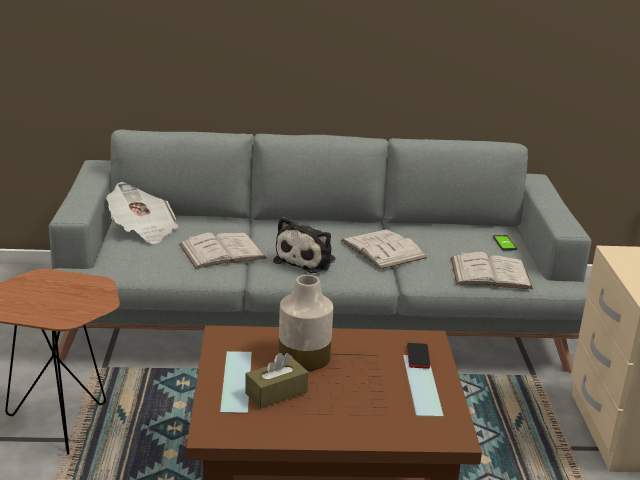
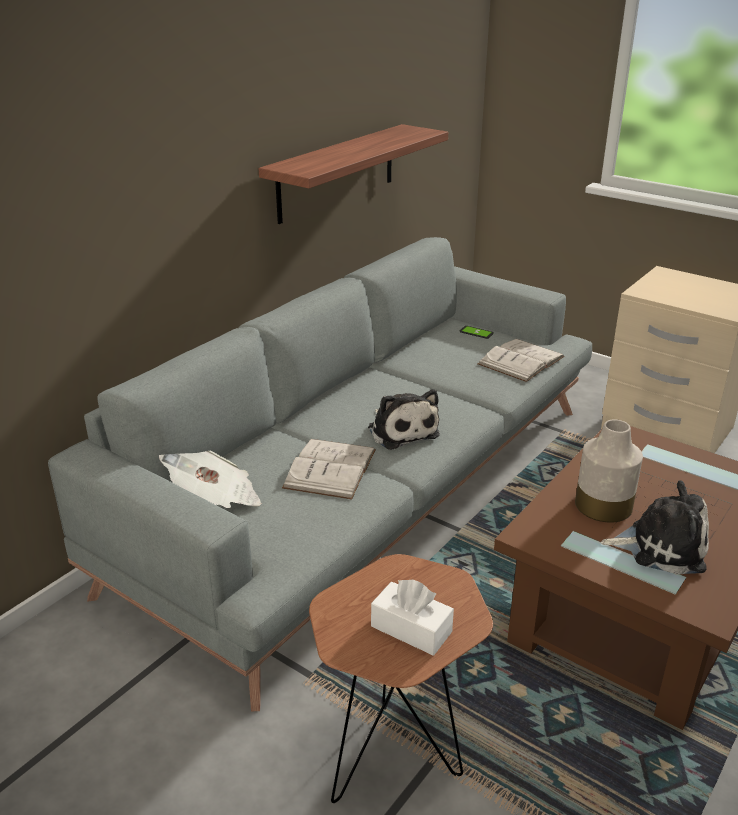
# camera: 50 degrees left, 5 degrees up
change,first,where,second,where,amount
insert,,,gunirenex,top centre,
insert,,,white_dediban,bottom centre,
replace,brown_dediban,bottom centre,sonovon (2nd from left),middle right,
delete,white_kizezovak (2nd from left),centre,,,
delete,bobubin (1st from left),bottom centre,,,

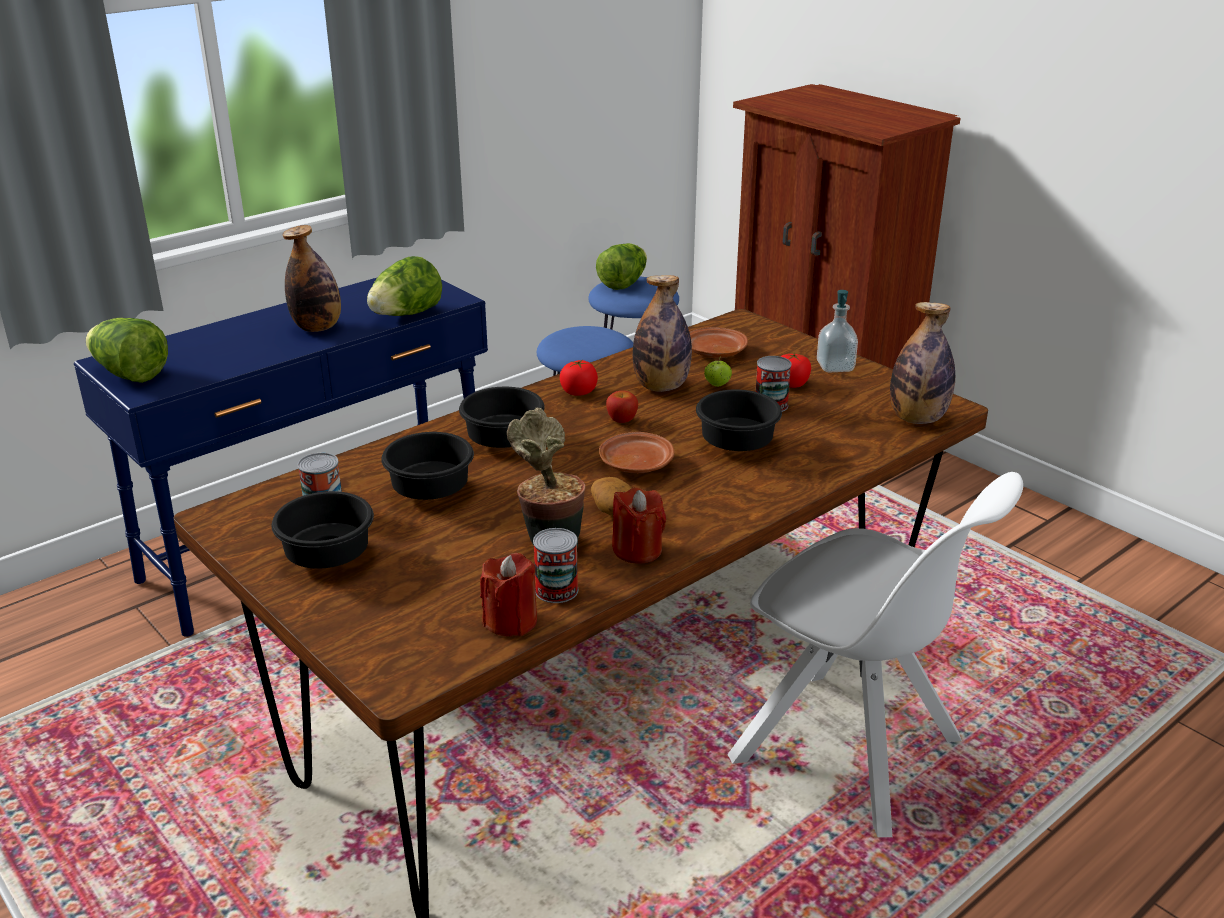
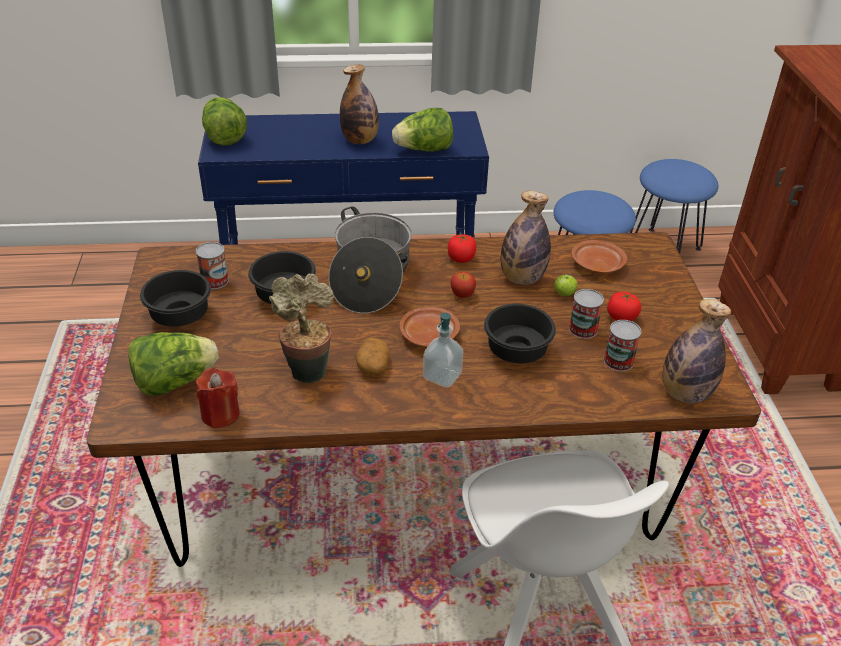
# camera: 35 degrees right, 10 degrees up
change,first,where,second,where,amount
move,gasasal (3rd from left in the first image),top centre,gasasal (1st from left),middle left,
replace,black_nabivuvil (3rd from left),centre,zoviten,centre,
move,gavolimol,middle right,,centre,
move,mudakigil (2nd from left in the first image),centre,mudakigil (3rd from left),middle right,
delete,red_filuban (2nd from left),centre,,,

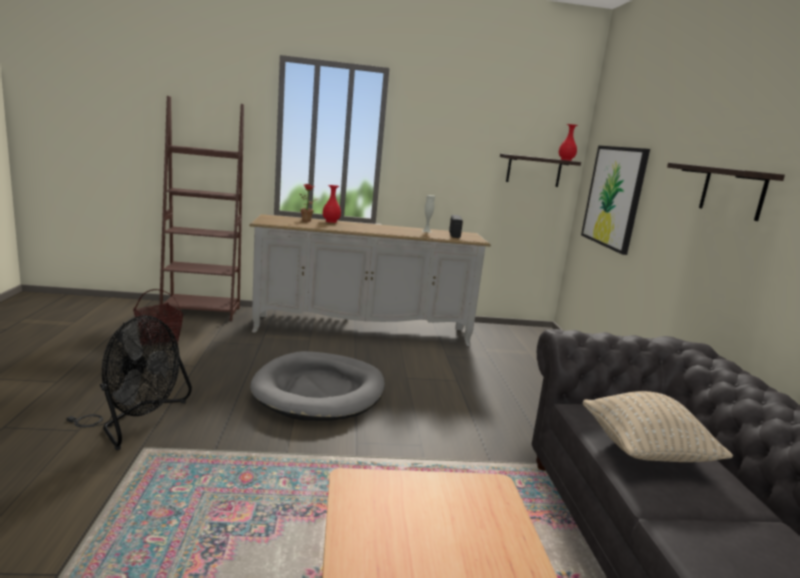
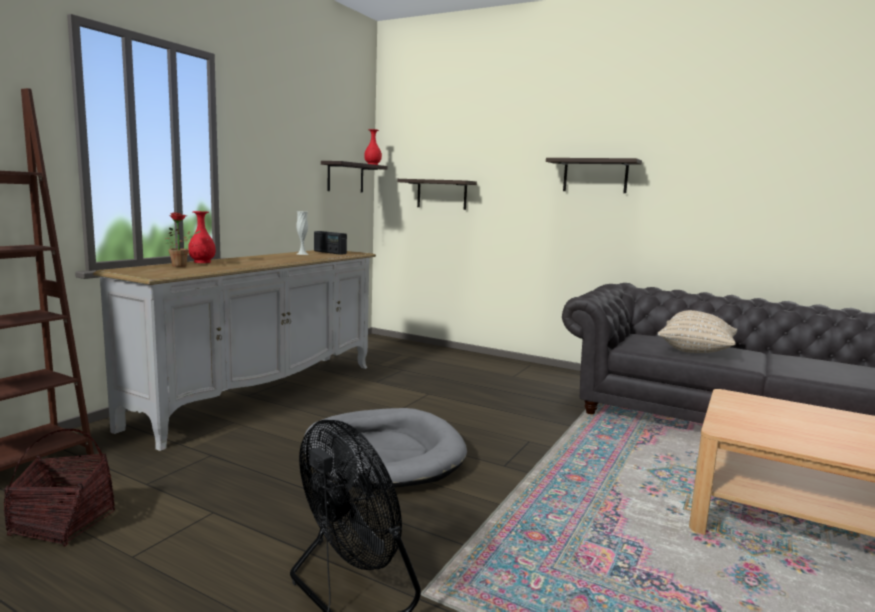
# camera: 55 degrees left, 5 degrees down
change,first,where,second,where,amount
replace,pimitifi,middle right,gunirenex (2nd from left),top centre,

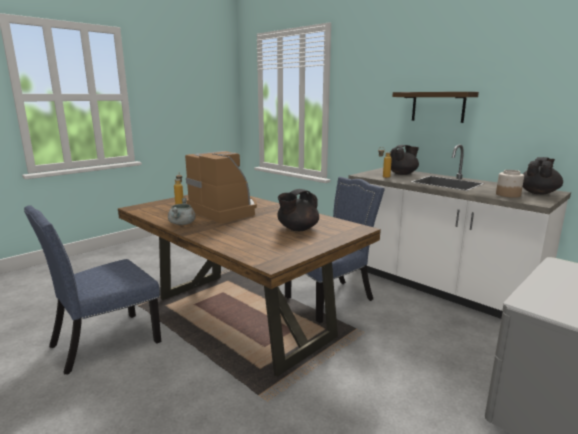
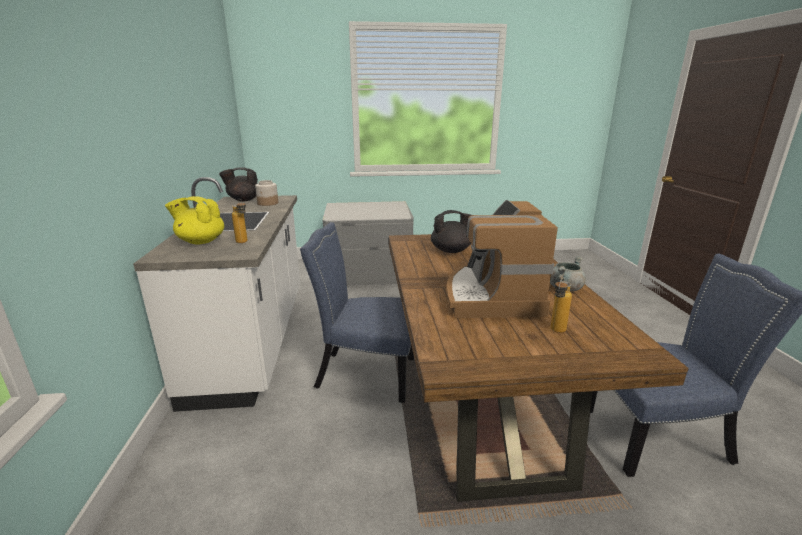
# camera: 140 degrees left, 5 degrees up
change,first,where,second,where,amount
recolor,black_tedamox (2nd from left),middle right,yellow_tedamox,middle left,
delete,gunirenex,top right,,,

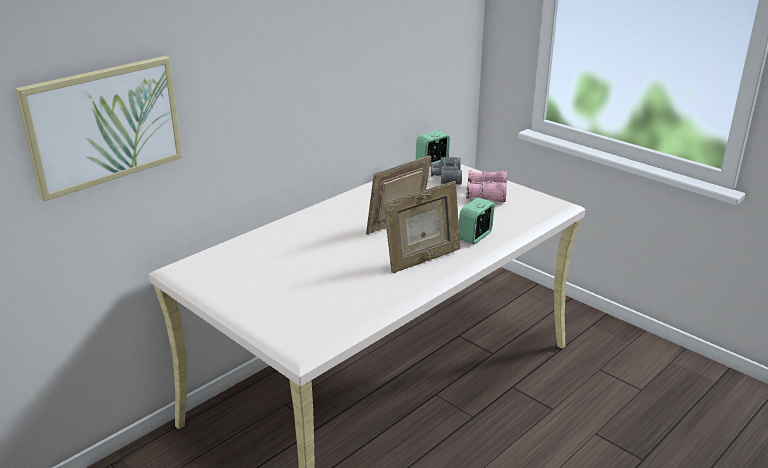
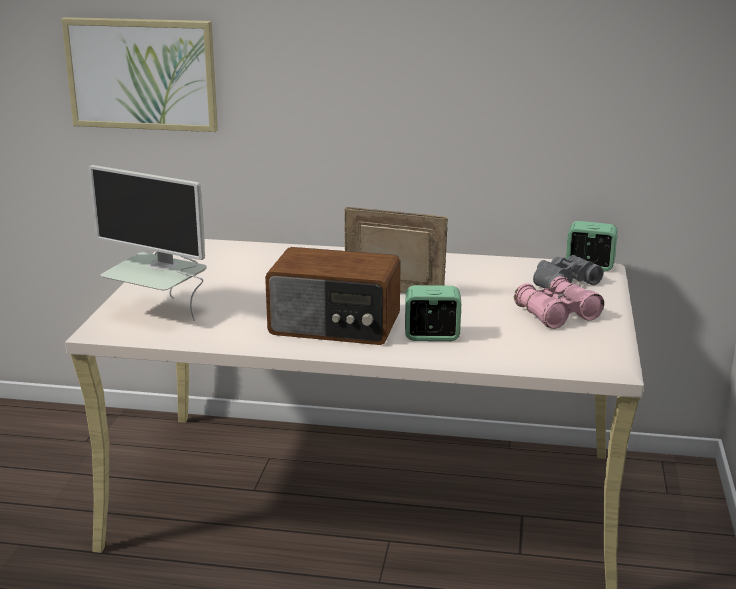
# camera: 55 degrees right, 5 degrees down
change,first,where,second,where,amount
insert,,,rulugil,middle left,
replace,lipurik (2nd from left),centre,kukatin,centre,

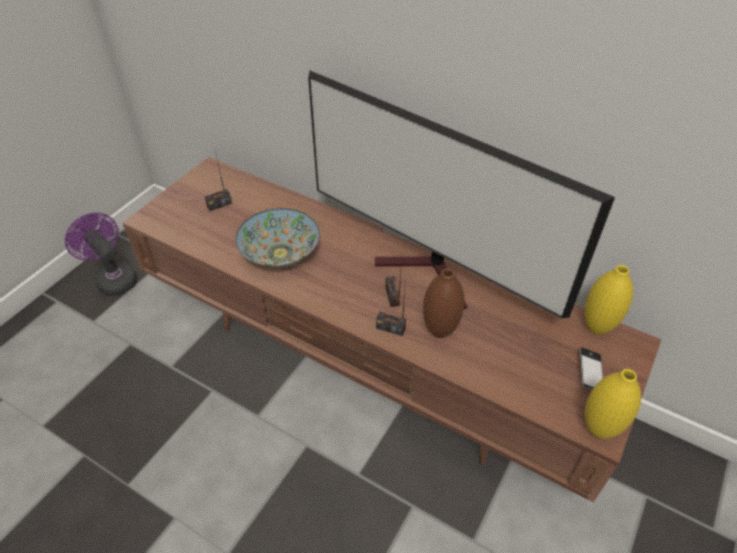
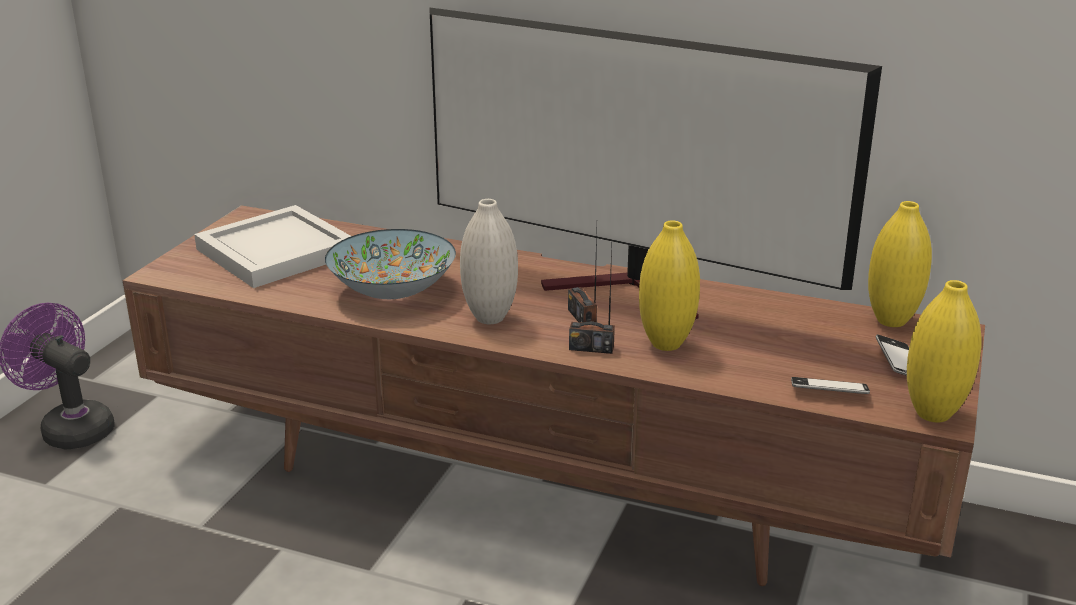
# camera: 10 degrees left, 20 degrees down
change,first,where,second,where,amount
replace,kukatin (1st from left),top left,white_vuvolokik,middle left,
insert,,,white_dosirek,centre,
recolor,brown_dosirek,centre,yellow_dosirek (1st from left),centre,
insert,,,bobubin (1st from left),middle right,

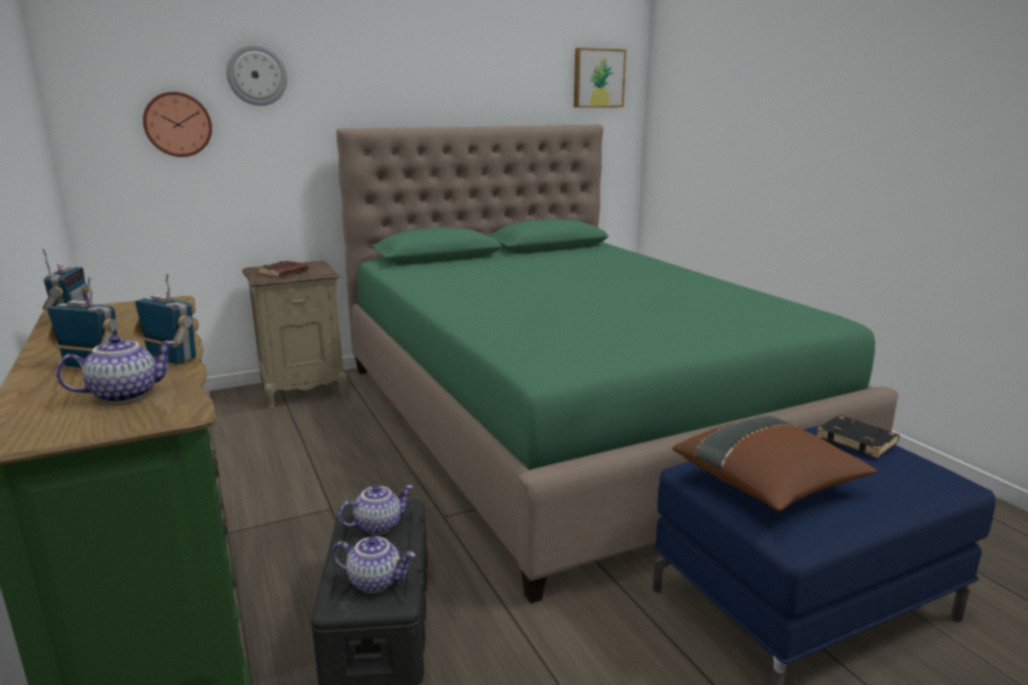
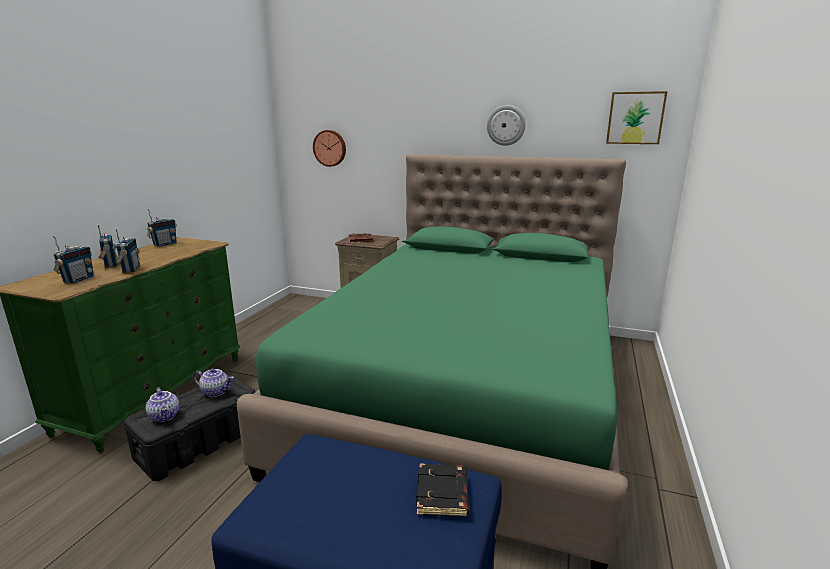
# camera: 45 degrees right, 0 degrees up
change,first,where,second,where,amount
replace,tedamox (1st from left),middle left,kukatin (1st from left),middle left,
move,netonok (2nd from left),top left,,top centre,
delete,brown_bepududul,bottom right,,,

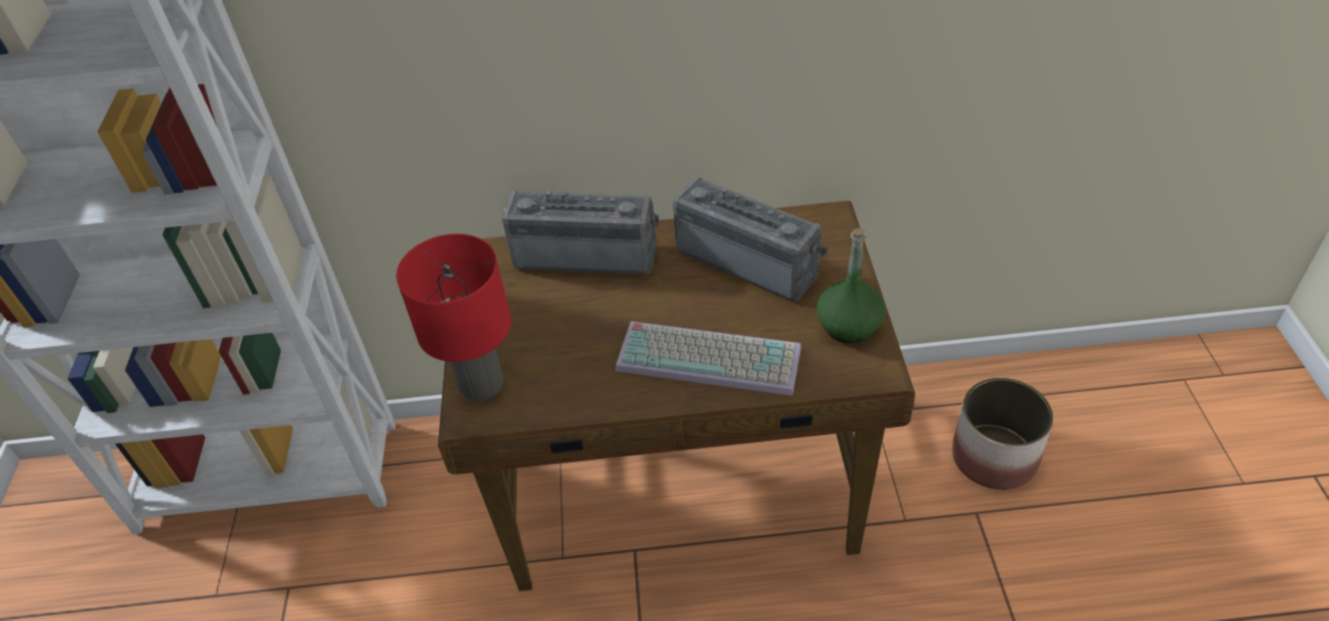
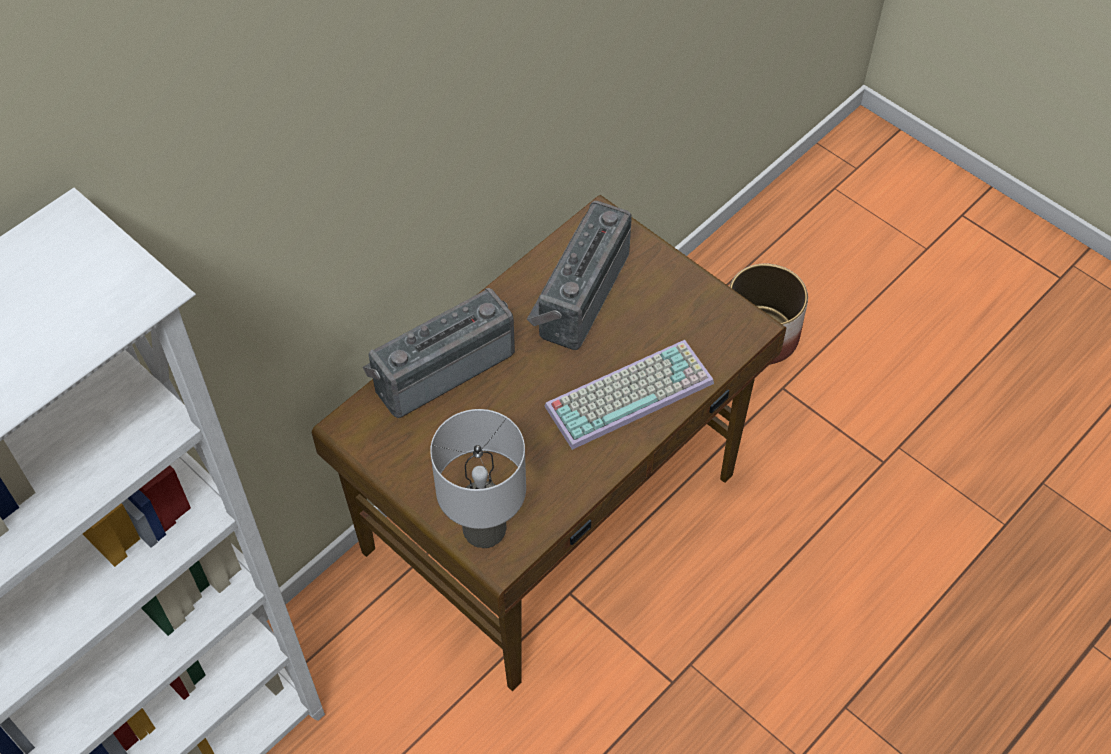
# camera: 45 degrees left, 10 degrees up
change,first,where,second,where,amount
recolor,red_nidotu,centre,white_nidotu,centre,
rotate,kukatin (2nd from left),centre,,centre,60 degrees counterclockwise
delete,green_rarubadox,centre,,,

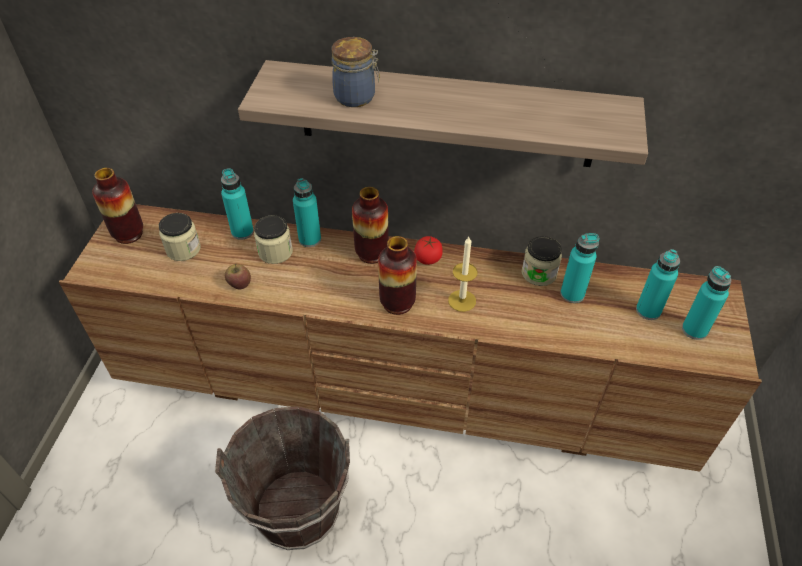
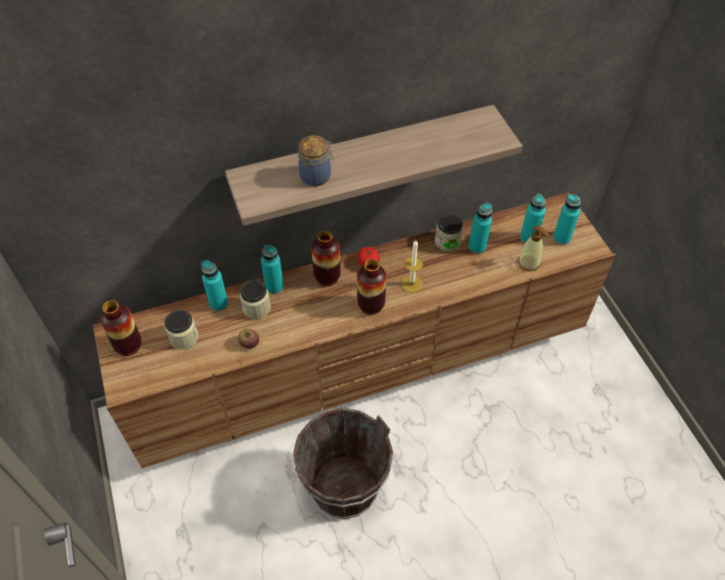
# camera: 30 degrees left, 5 degrees up
change,first,where,second,where,amount
insert,,,gavolimol,middle right,

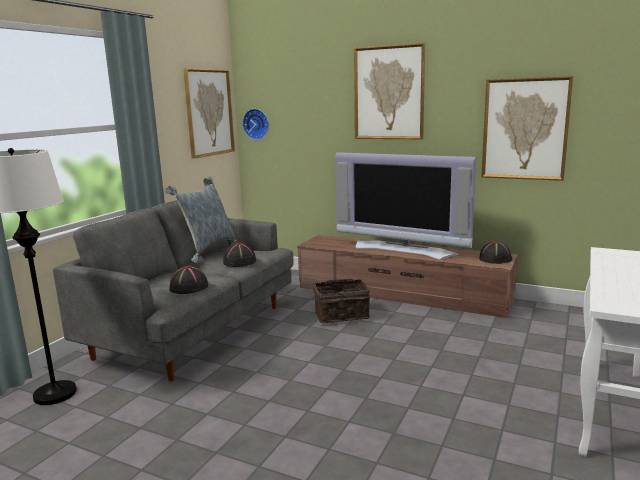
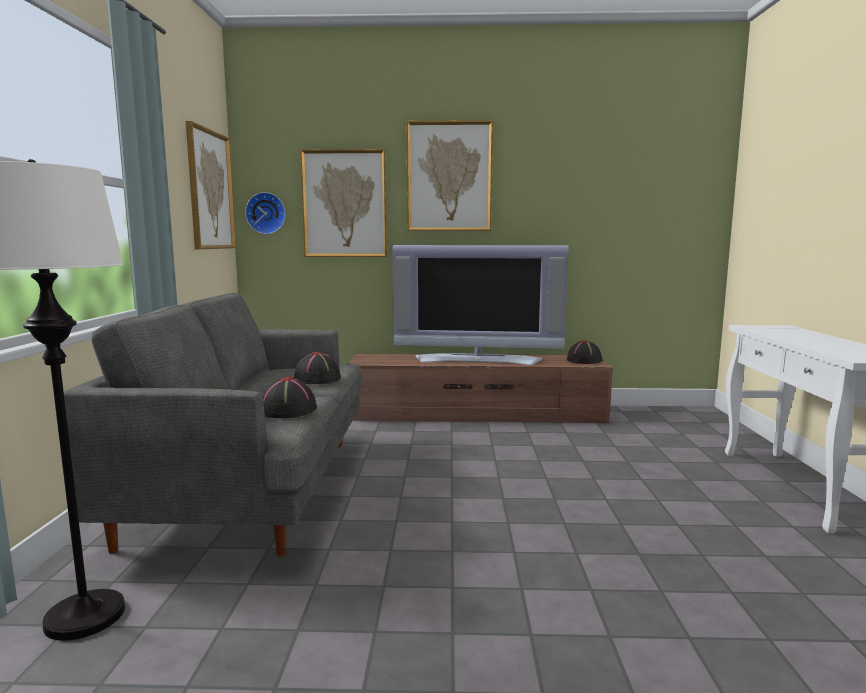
# camera: 25 degrees left, 5 degrees down
change,first,where,second,where,amount
move,pimitifi (3rd from left in the first image),top right,pimitifi (2nd from left),top centre,
delete,bepududul,middle left,,,
delete,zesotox,centre,,,

